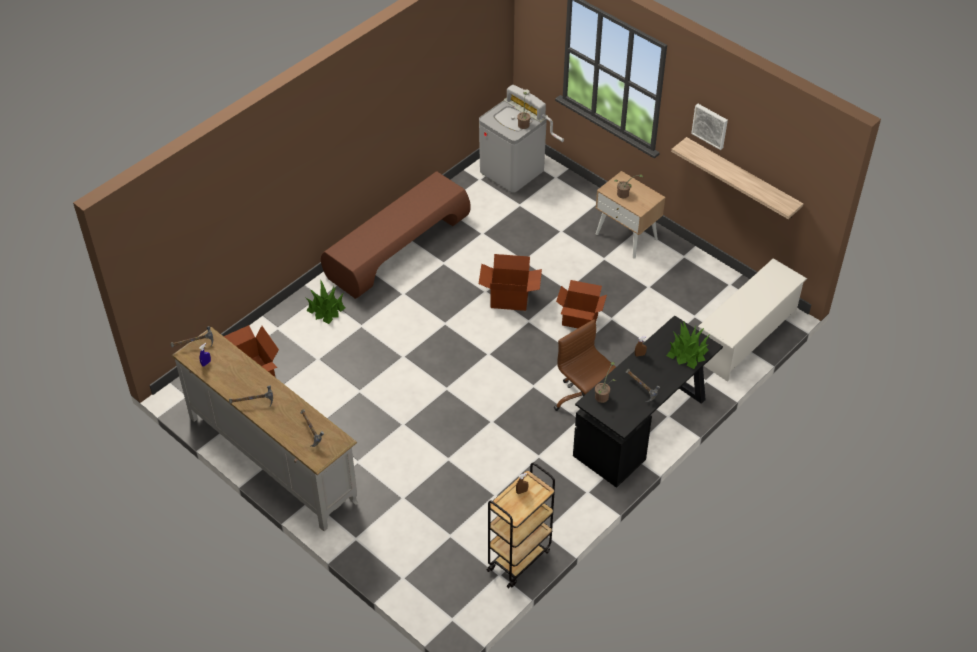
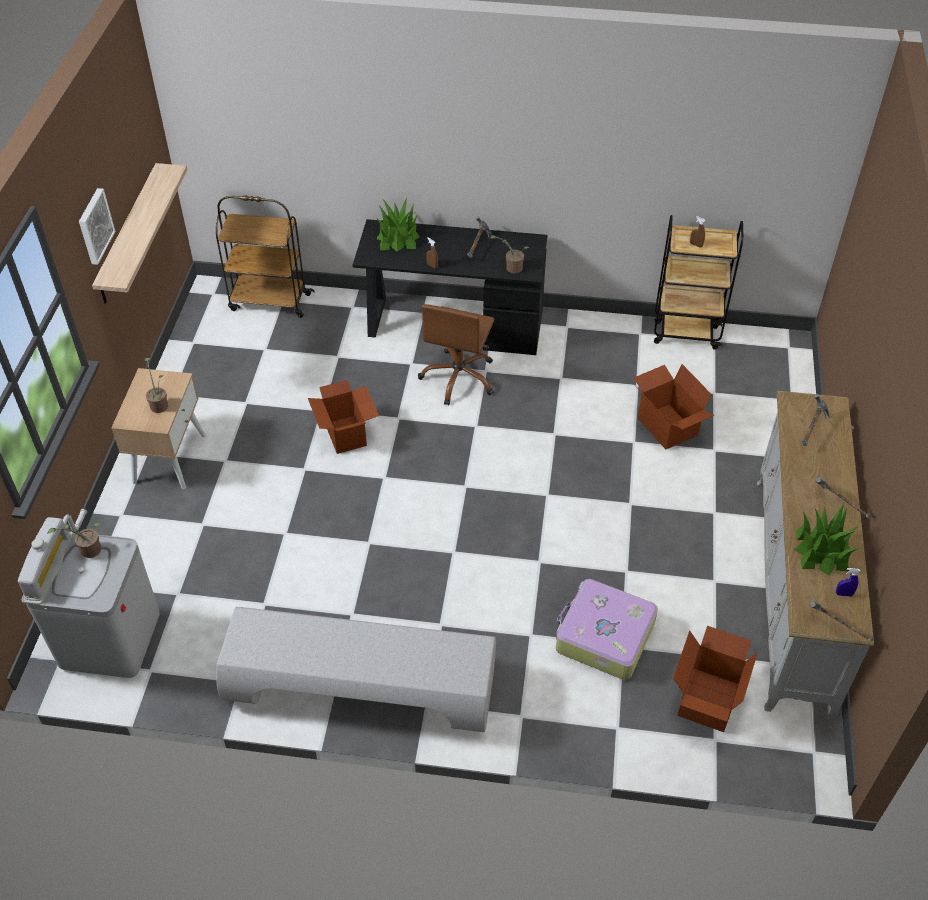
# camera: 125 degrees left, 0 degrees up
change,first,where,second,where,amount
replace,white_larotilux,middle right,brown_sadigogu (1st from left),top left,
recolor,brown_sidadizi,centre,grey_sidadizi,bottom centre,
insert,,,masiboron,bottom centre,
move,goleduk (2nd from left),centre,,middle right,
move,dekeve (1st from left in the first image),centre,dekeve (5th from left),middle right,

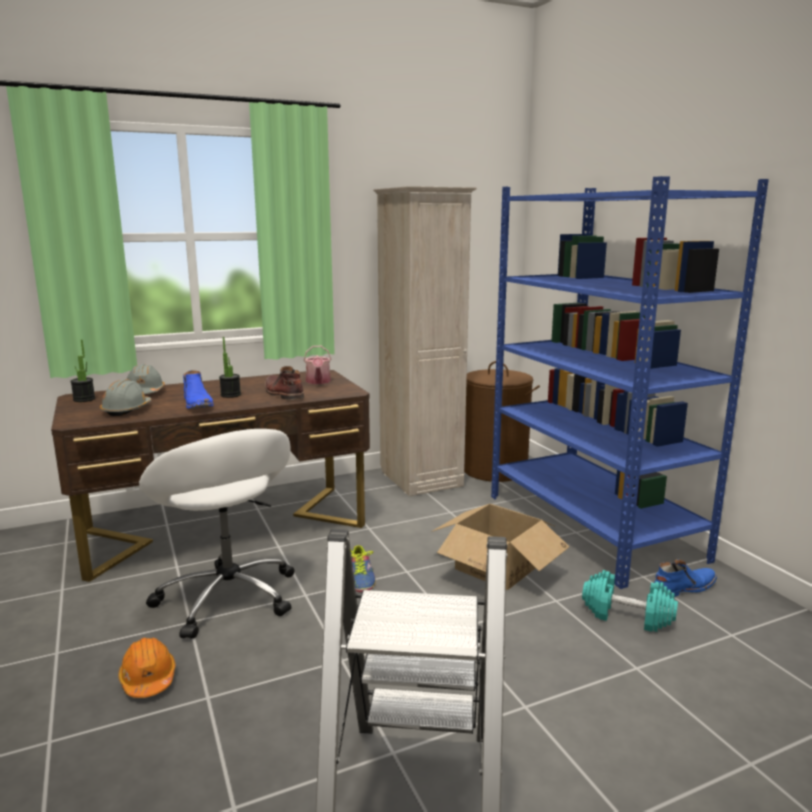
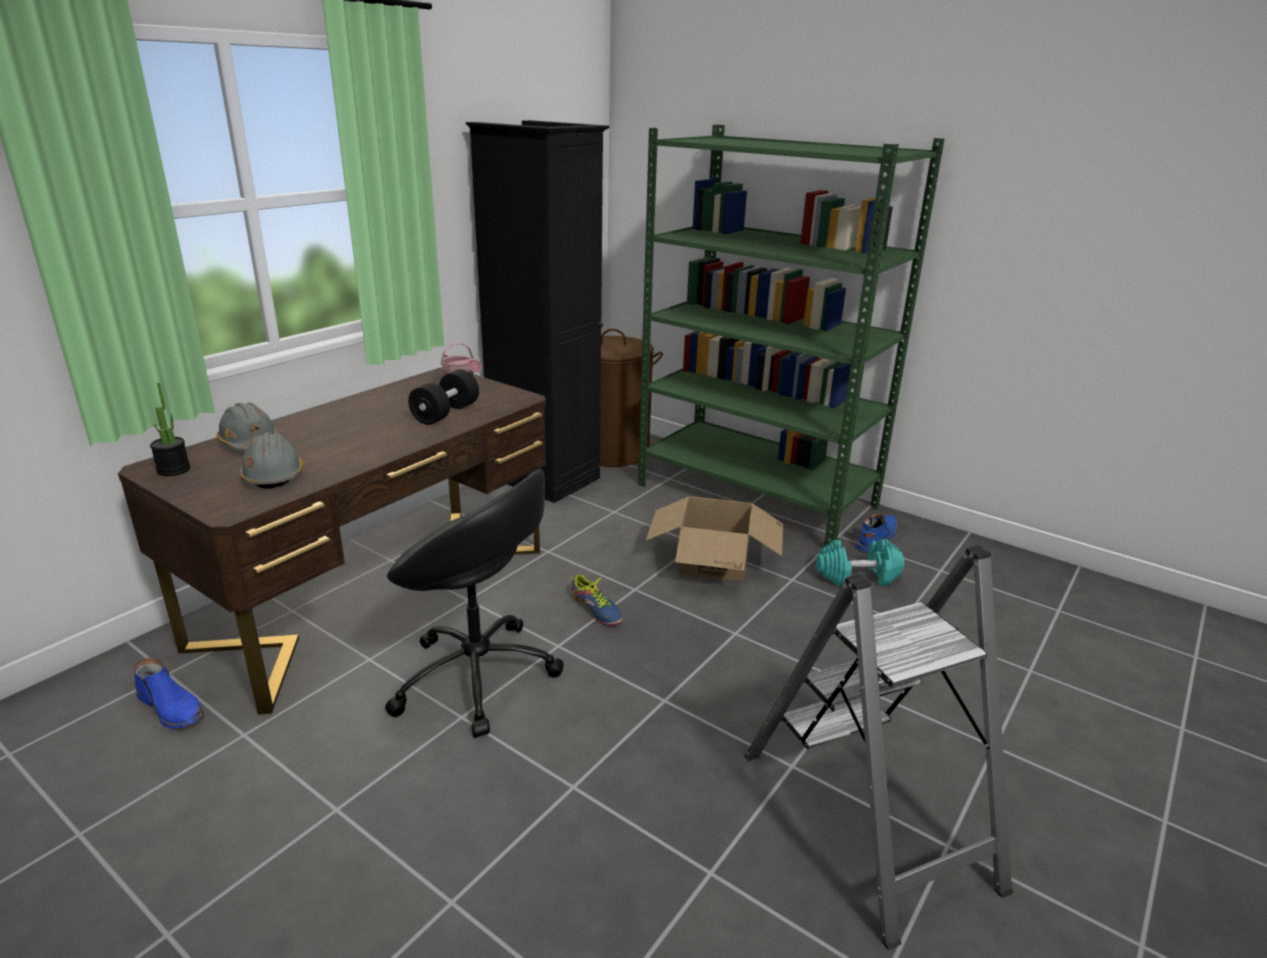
# camera: 30 degrees left, 10 degrees up
change,first,where,second,where,amount
move,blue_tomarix (1st from left),middle left,,bottom left,
recolor,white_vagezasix,middle left,black_vagezasix,centre,
replace,brown_tomarix,centre,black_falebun,centre,
recolor,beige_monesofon,centre,black_monesofon,top centre,
recolor,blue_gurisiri,middle right,green_gurisiri,centre,
delete,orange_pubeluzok,bottom left,,,
delete,dekeve (2nd from left),middle left,,,

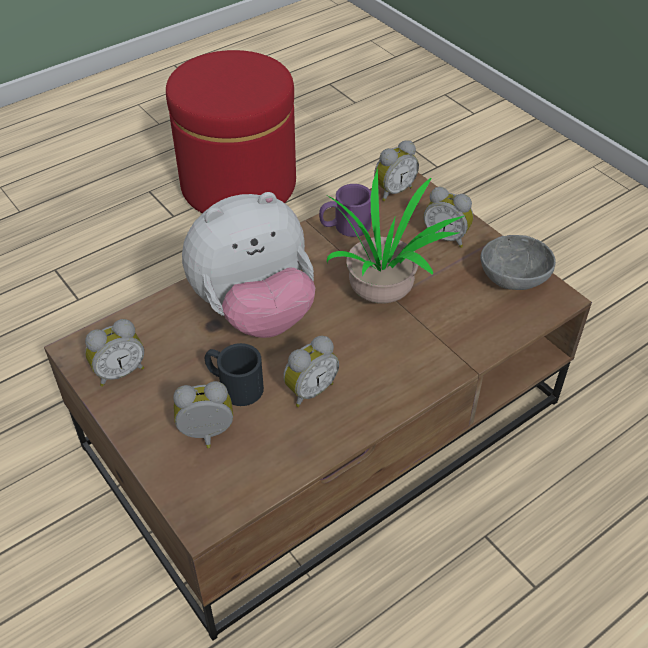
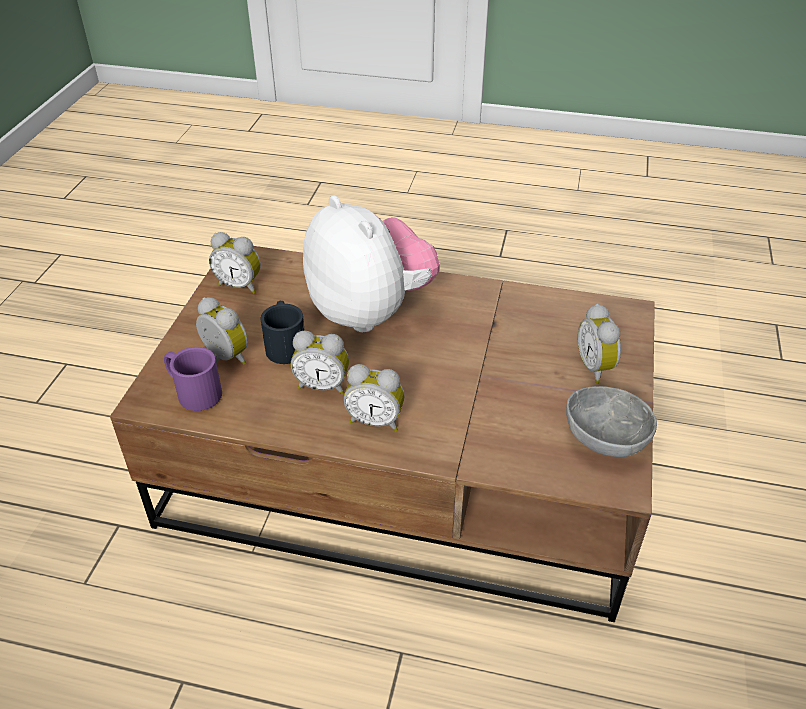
# camera: 50 degrees right, 5 degrees down
change,first,where,second,where,amount
move,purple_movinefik,top centre,,middle left,
rotate,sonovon,centre,,centre,150 degrees counterclockwise
move,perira (4th from left),top centre,,centre,
delete,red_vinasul,top centre,,,
delete,dekeve,centre,,,

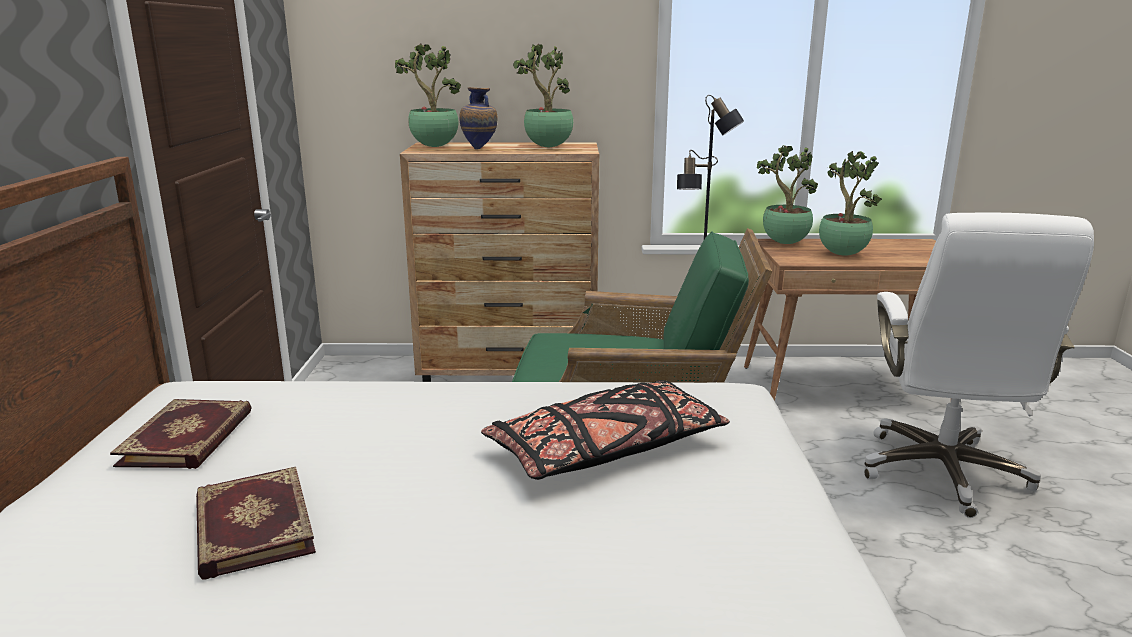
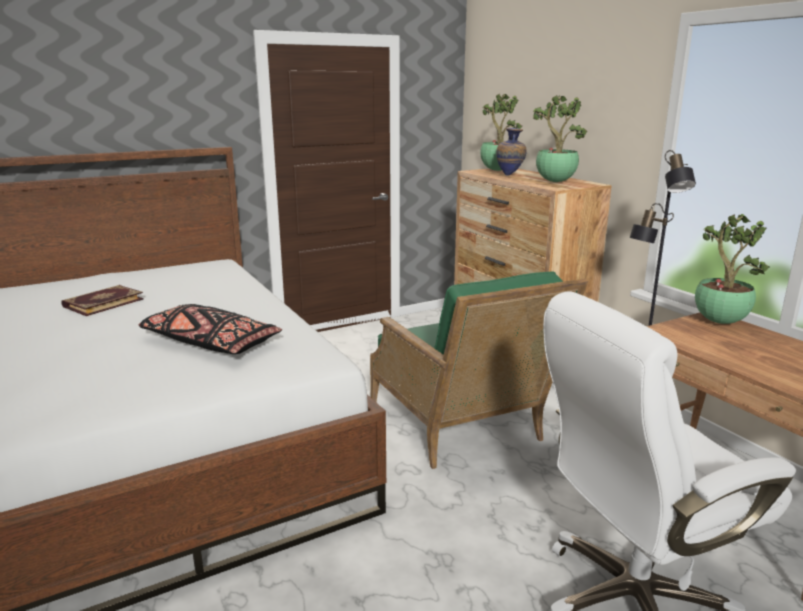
# camera: 60 degrees right, 0 degrees up
change,first,where,second,where,amount
delete,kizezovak (1st from left),bottom left,,,
delete,dekeve (4th from left),top right,,,

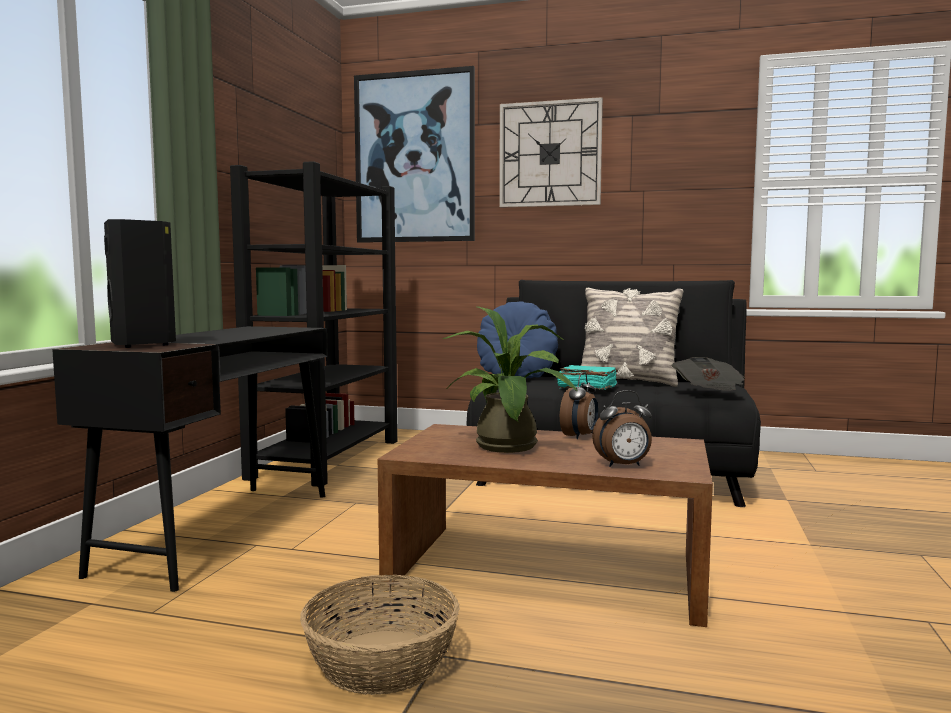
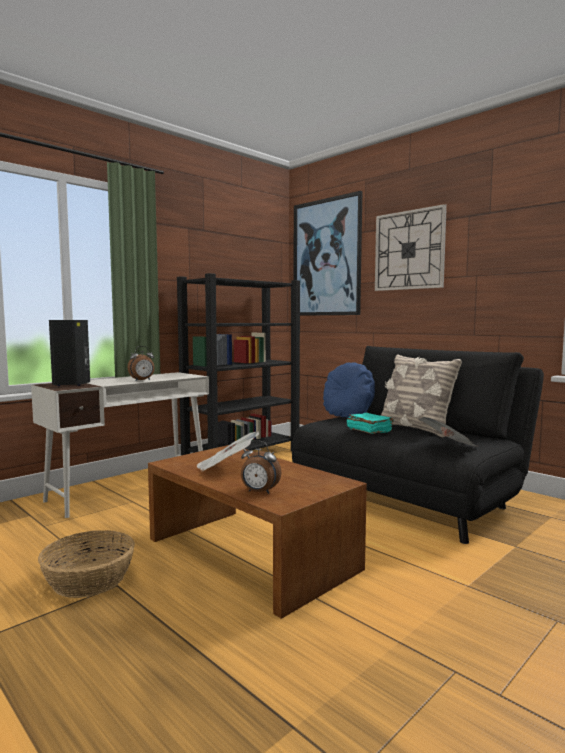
# camera: 30 degrees right, 0 degrees up
change,first,where,second,where,amount
recolor,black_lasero,middle left,white_lasero,middle left,
move,perira (1st from left),centre,,middle left,
replace,dekeve,centre,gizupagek (1st from left),centre,

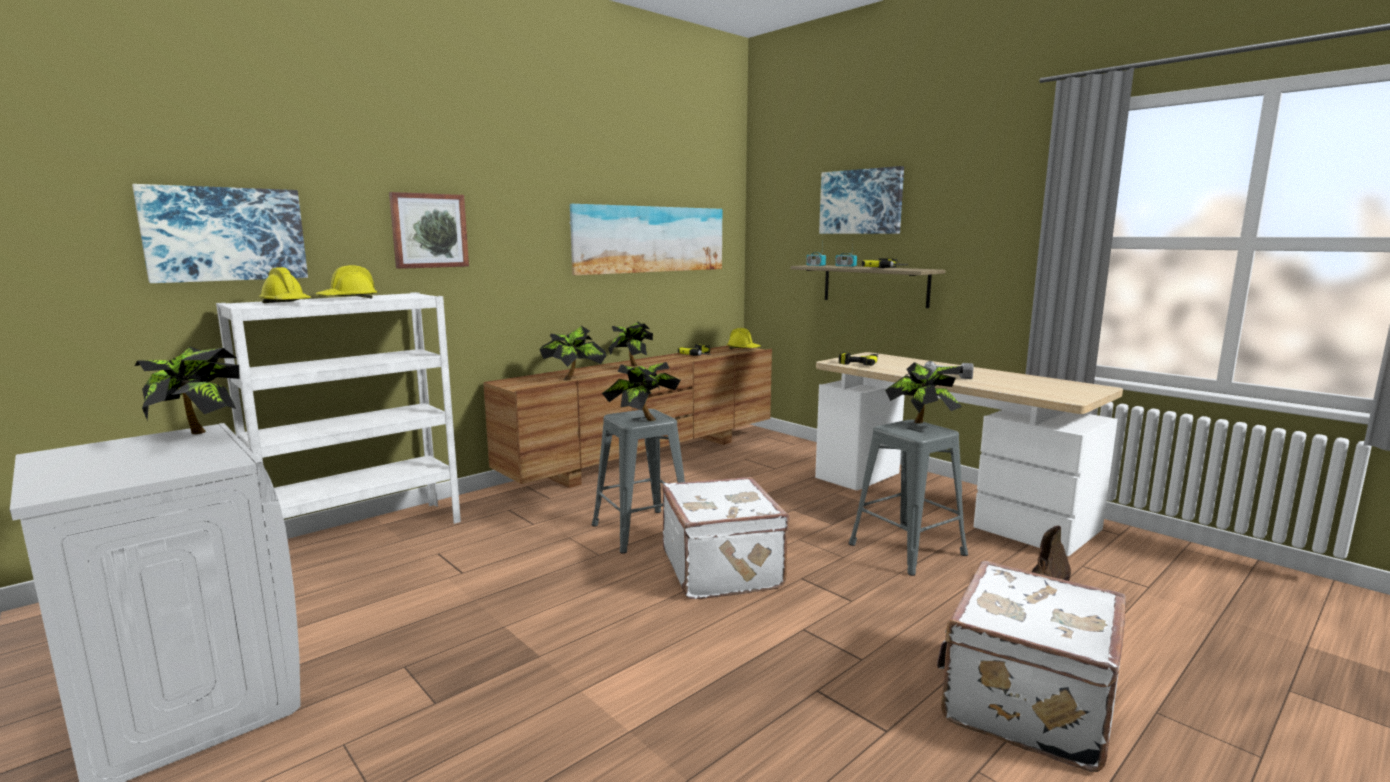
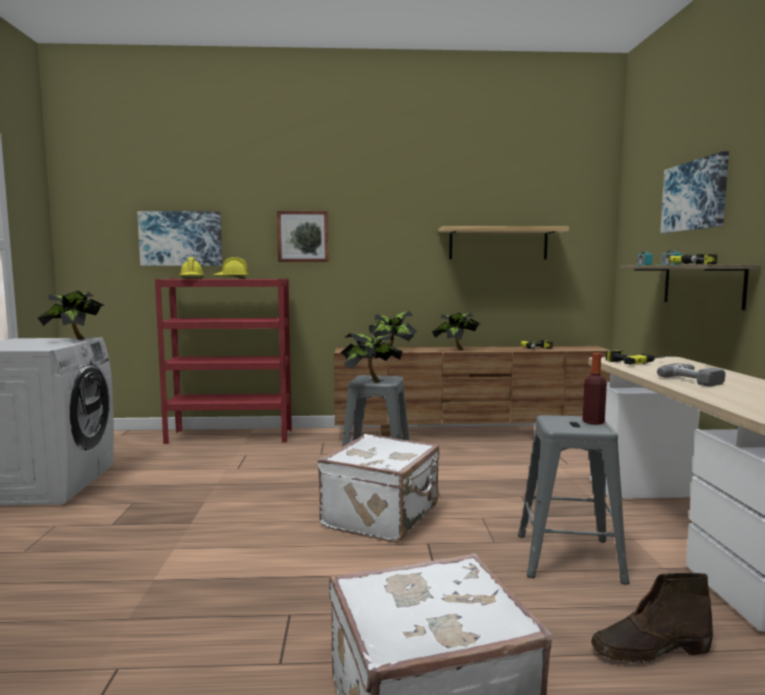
# camera: 40 degrees right, 5 degrees down
change,first,where,second,where,amount
recolor,white_gurisiri,middle left,red_gurisiri,middle left,
replace,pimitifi (3rd from left),top centre,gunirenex (1st from left),centre,
replace,dekeve (5th from left),centre,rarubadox,middle right,
delete,yellow_pubeluzok (3rd from left),centre,,,

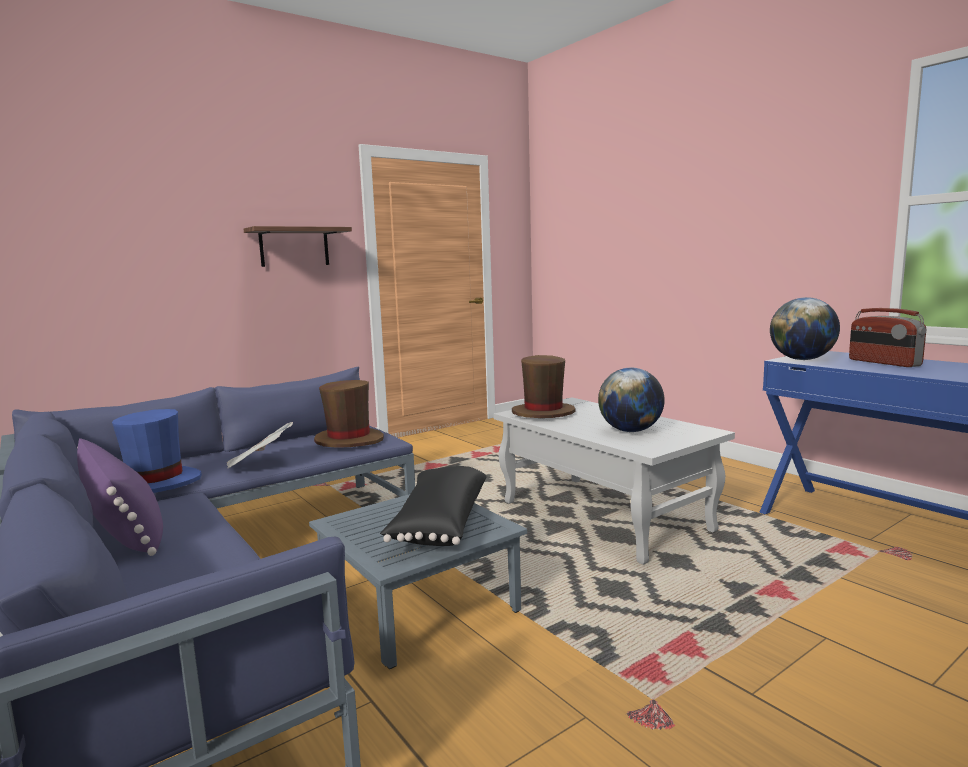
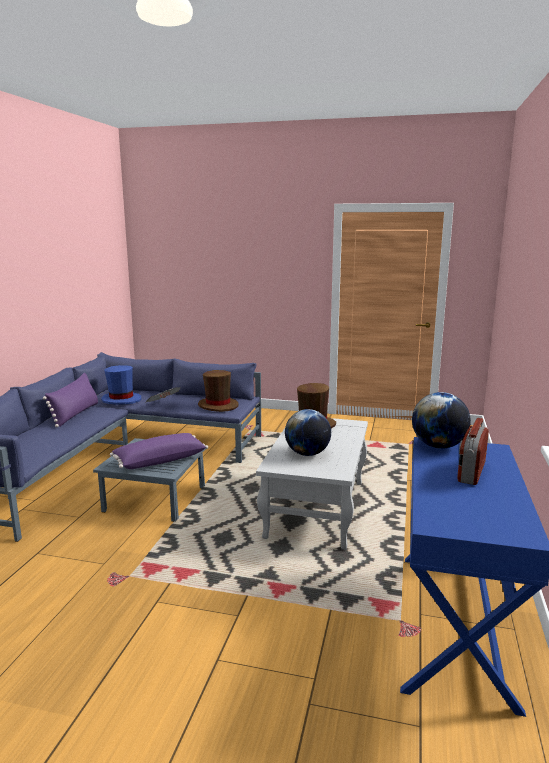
# camera: 50 degrees right, 5 degrees up
change,first,where,second,where,amount
recolor,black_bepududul,centre,purple_bepududul (2nd from left),middle left,
delete,gunirenex,top left,,,

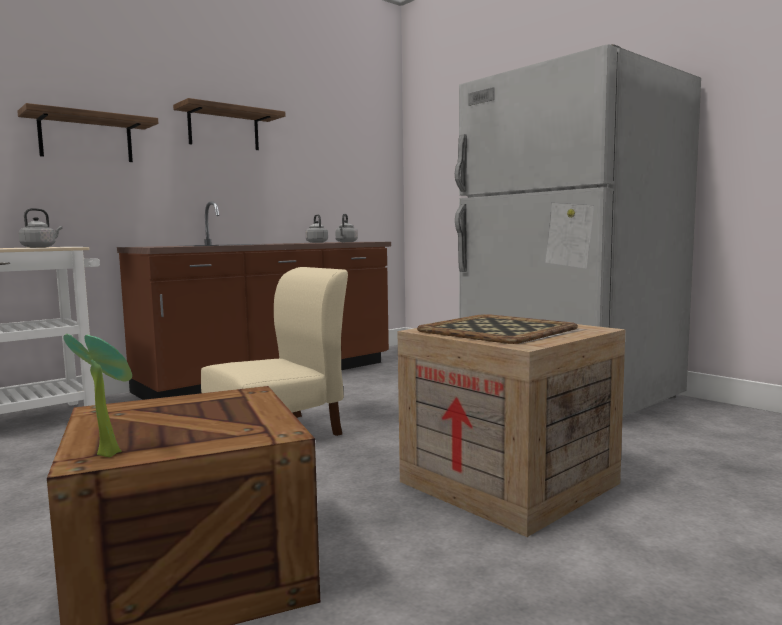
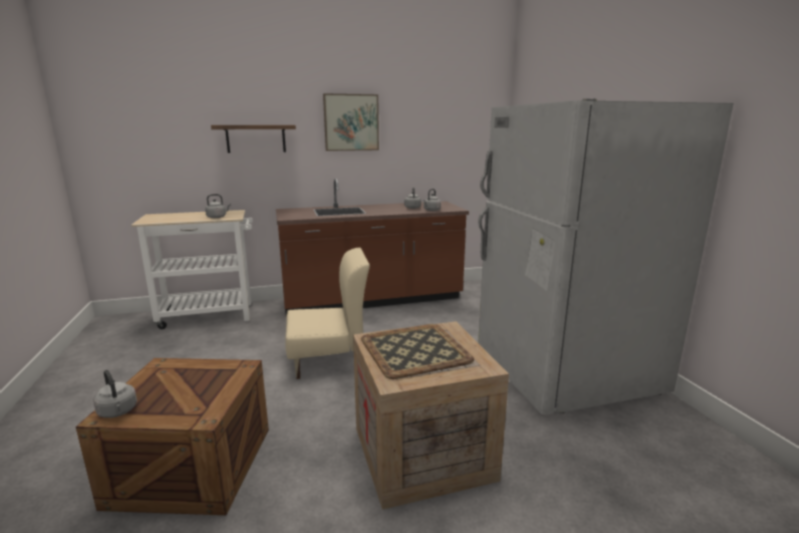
# camera: 25 degrees right, 10 degrees up
change,first,where,second,where,amount
replace,dekeve,middle left,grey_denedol (1st from left),bottom left,
replace,gunirenex (2nd from left),top left,pimitifi,top centre,

